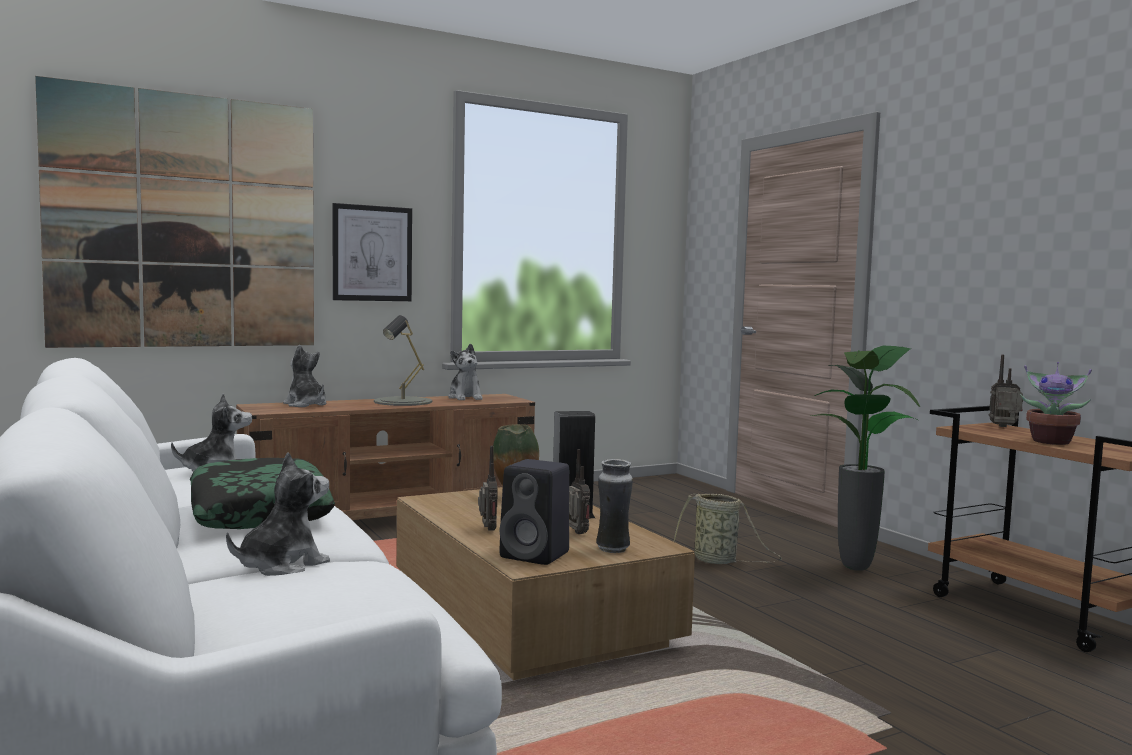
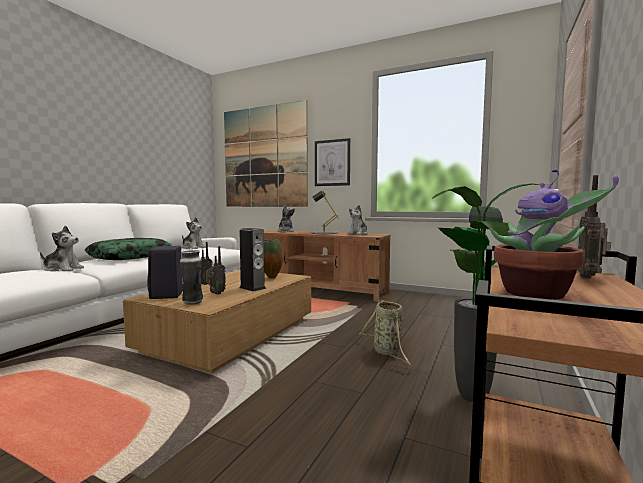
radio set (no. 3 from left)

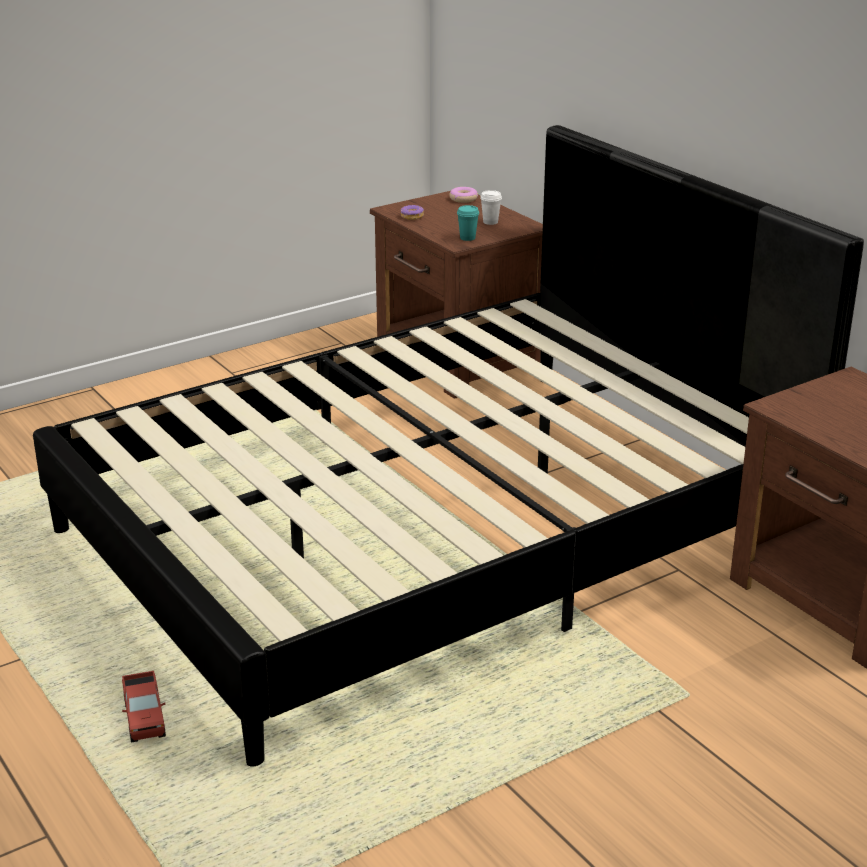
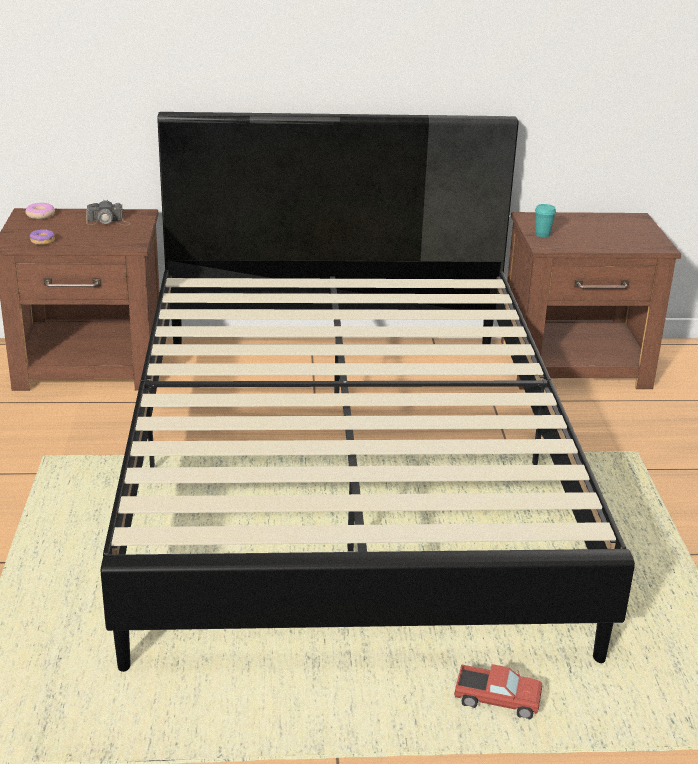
photo camera
turquoise-coloured drinking cup

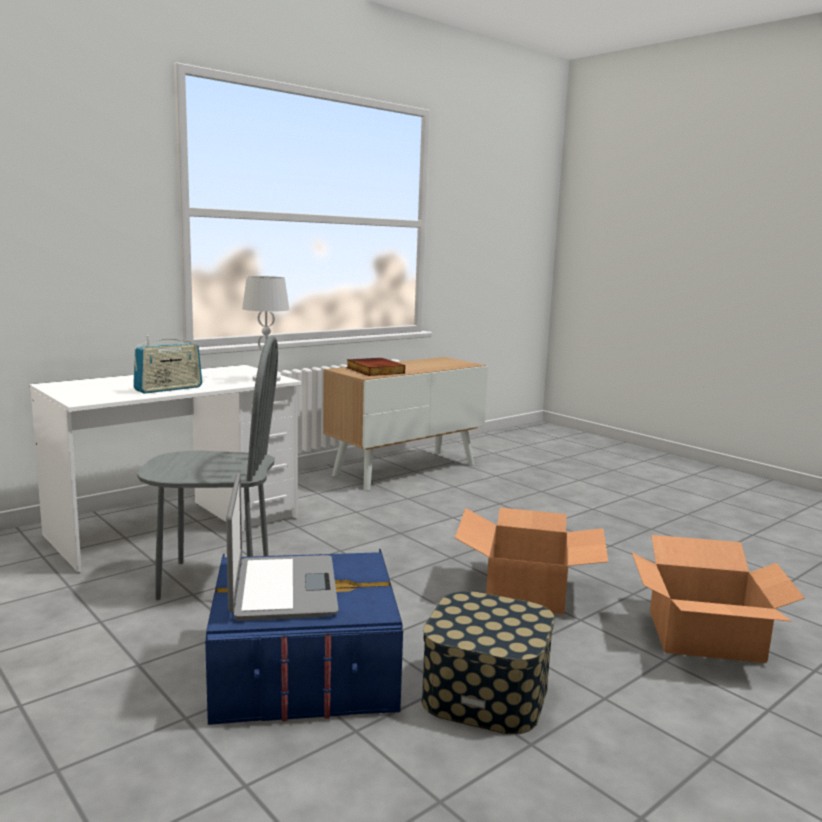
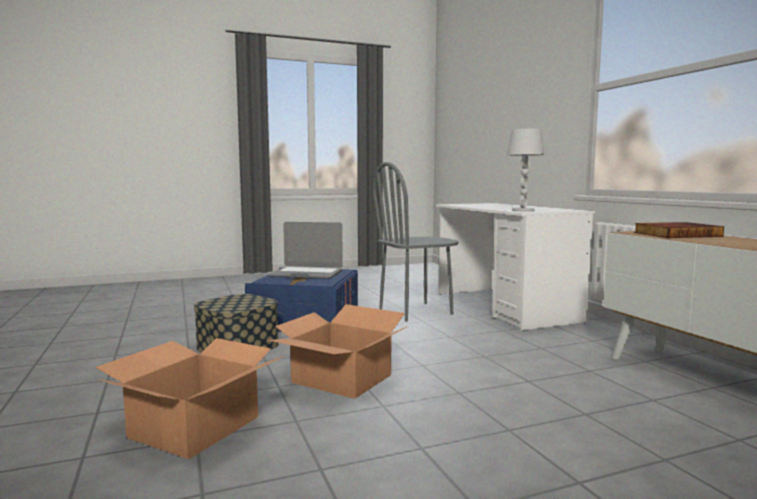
radio set
gray chair

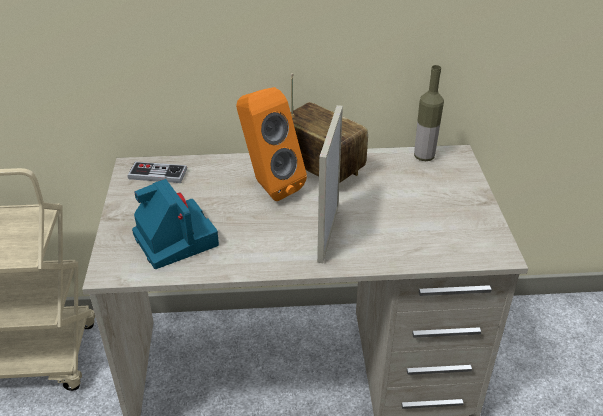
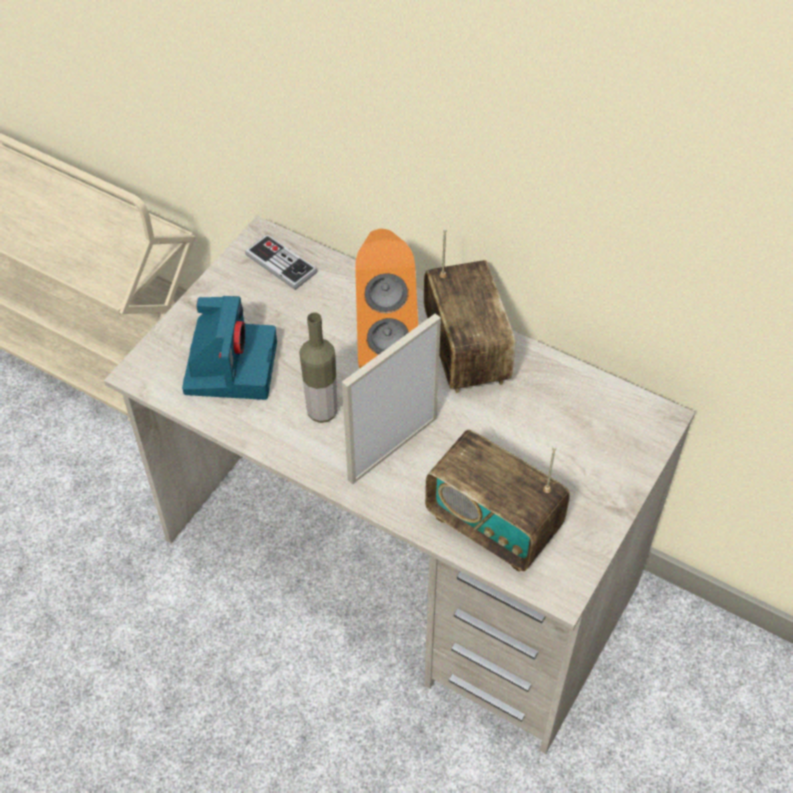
bottle
radio set (no. 2 from left)

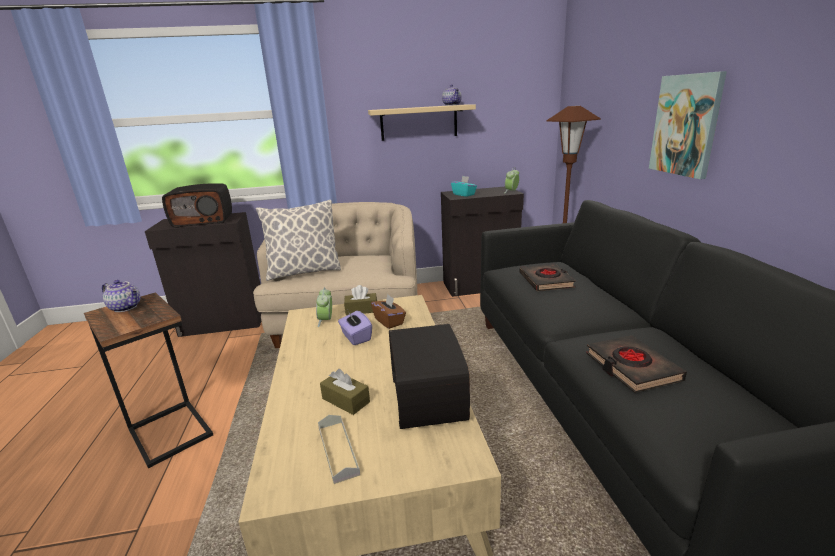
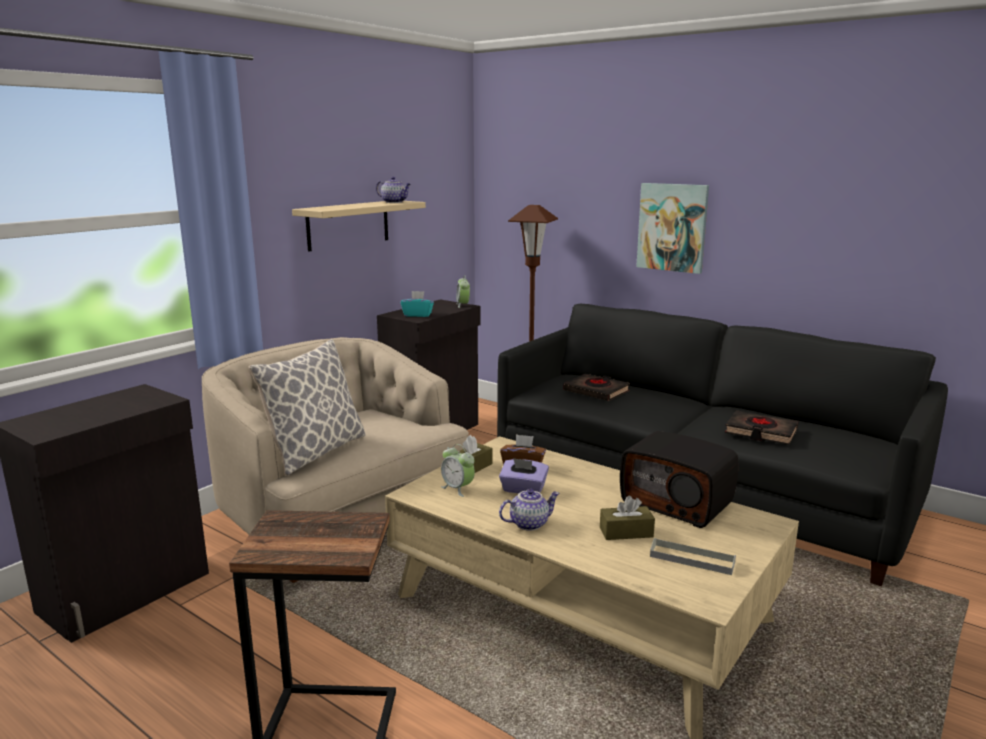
radio set (no. 1 from left in the first image)
tea pot (no. 2 from left)

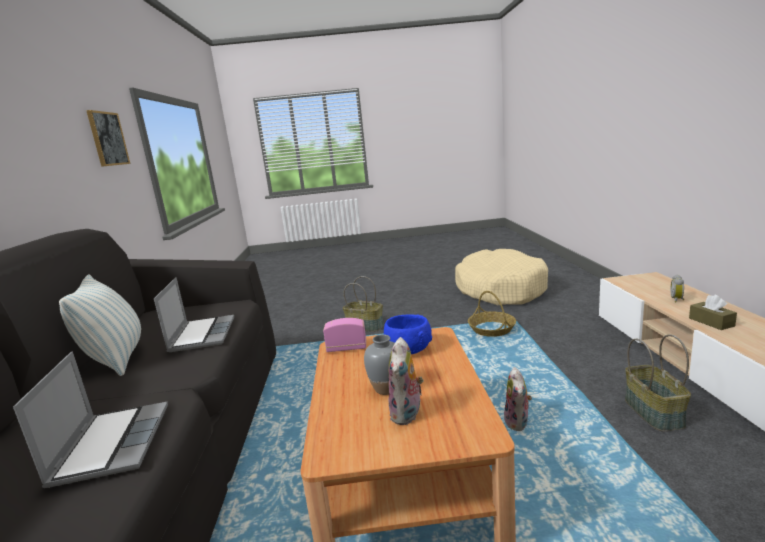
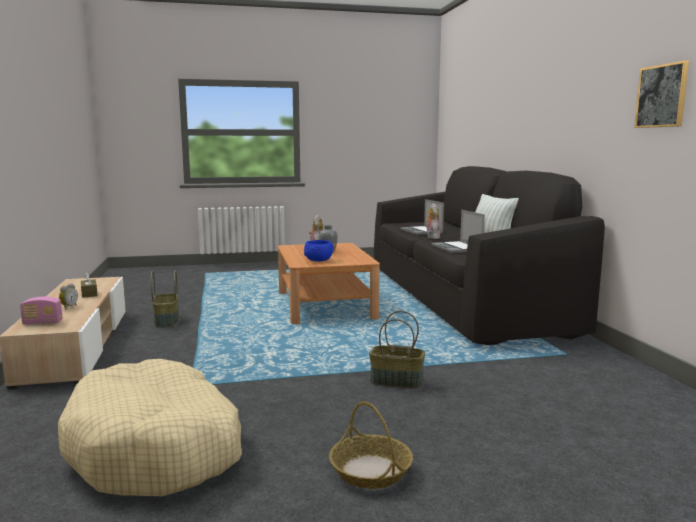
storage basket (no. 2 from left)
radio set
soft toy (no. 2 from left)

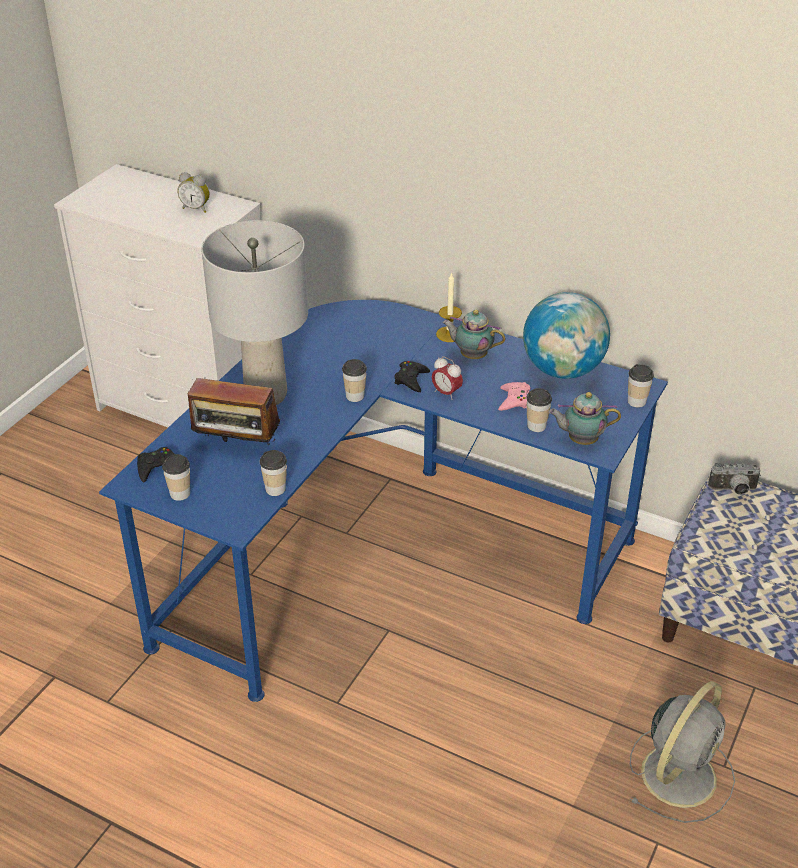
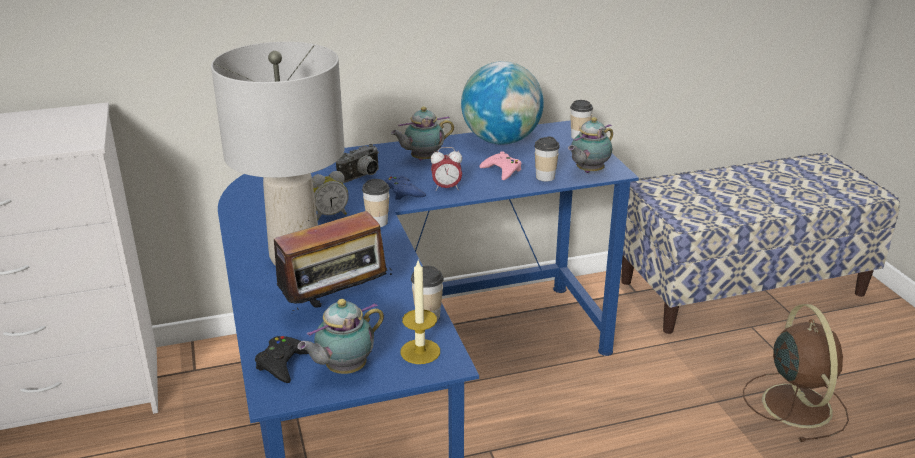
bedside clock (no. 1 from left)
candle
blue joypad
tea pot (no. 1 from left)
photo camera
brown electric fan

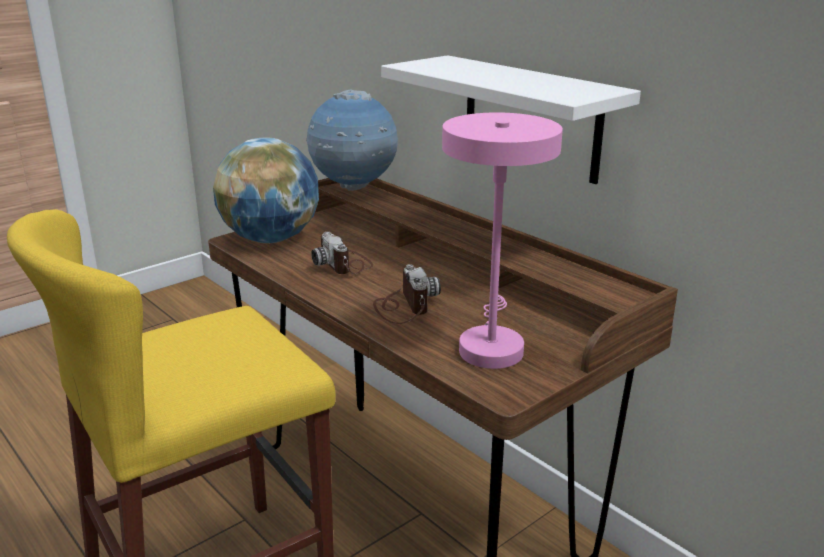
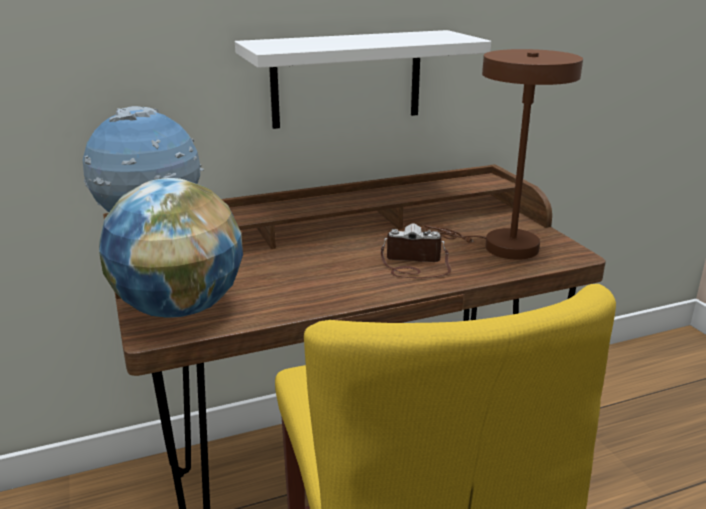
brown tabletop lamp
photo camera (no. 1 from left in the first image)

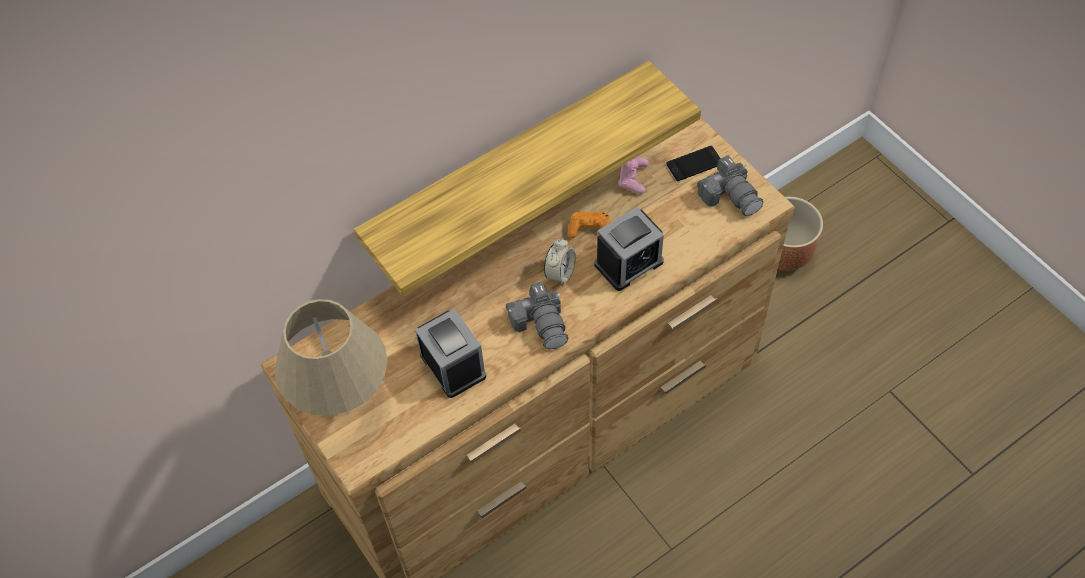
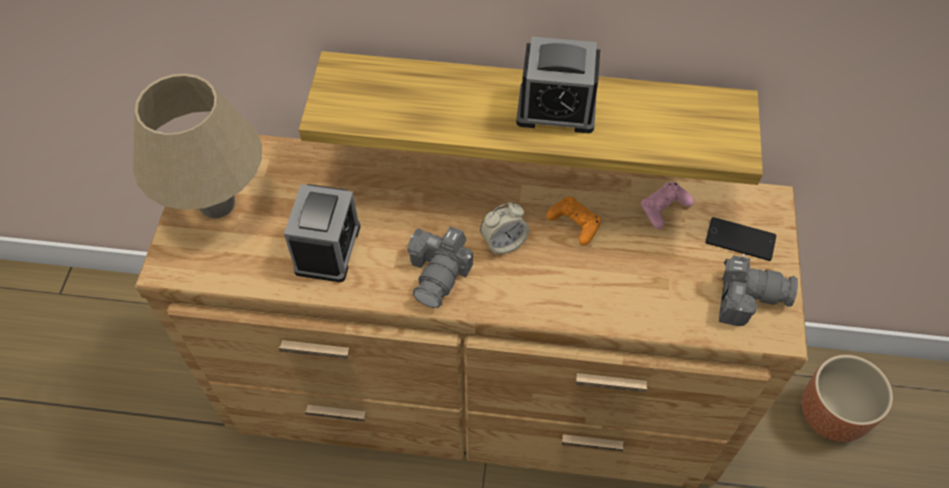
photo camera (no. 2 from left)
bedside clock (no. 3 from left)

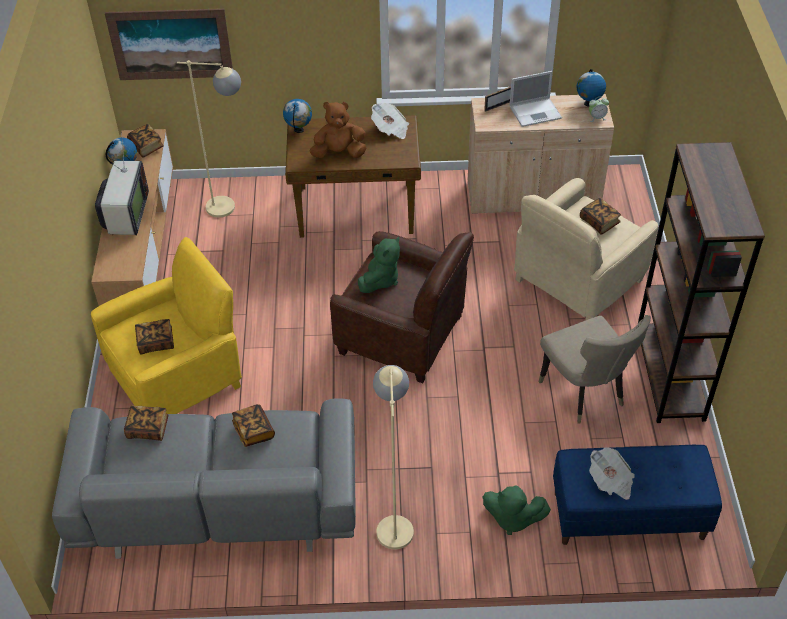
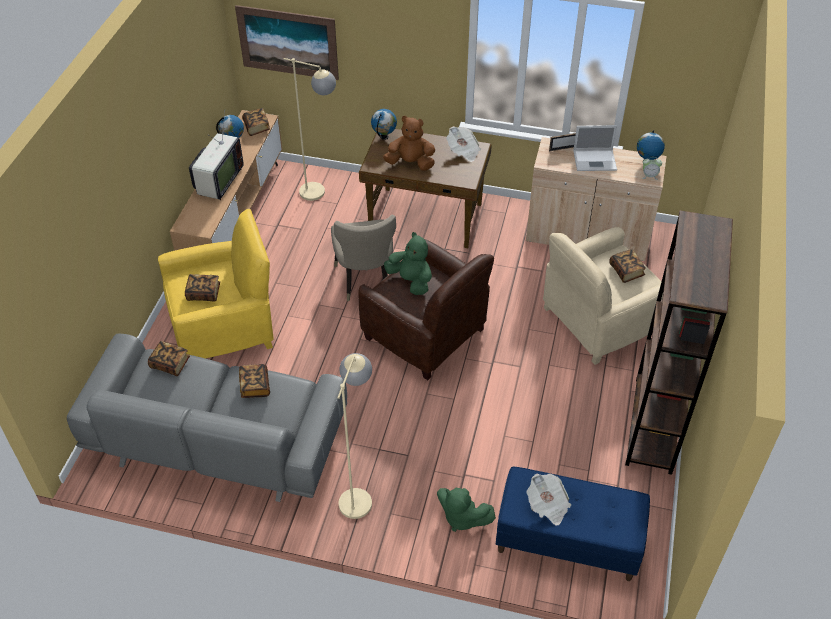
greenish soft toy (no. 1 from left)
beige chair

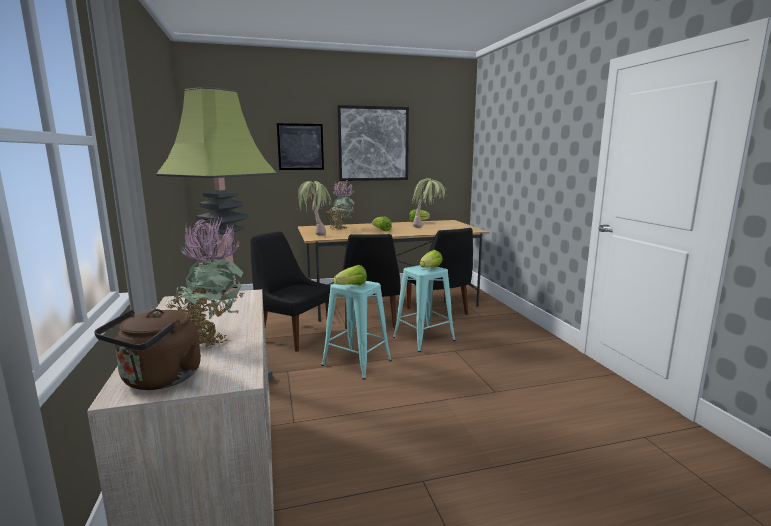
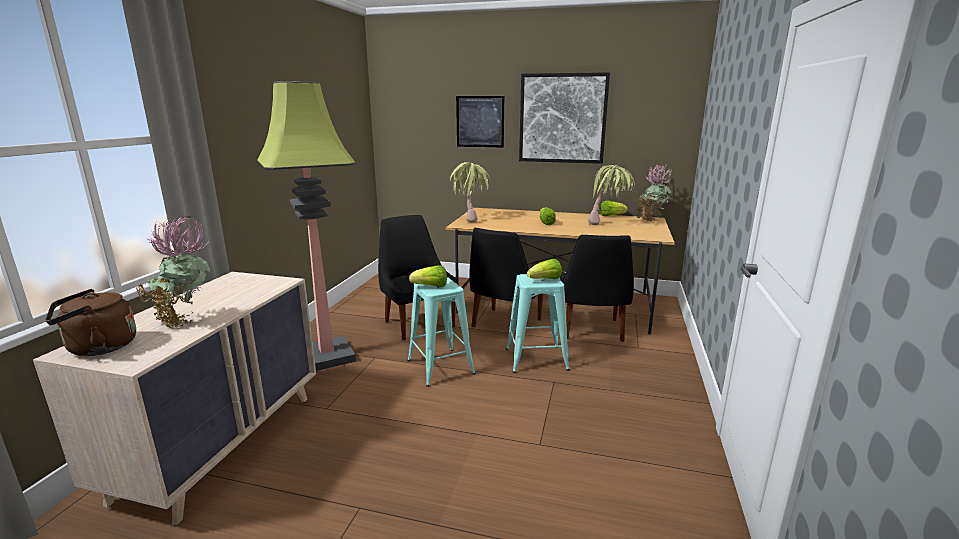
houseplant (no. 4 from left)

